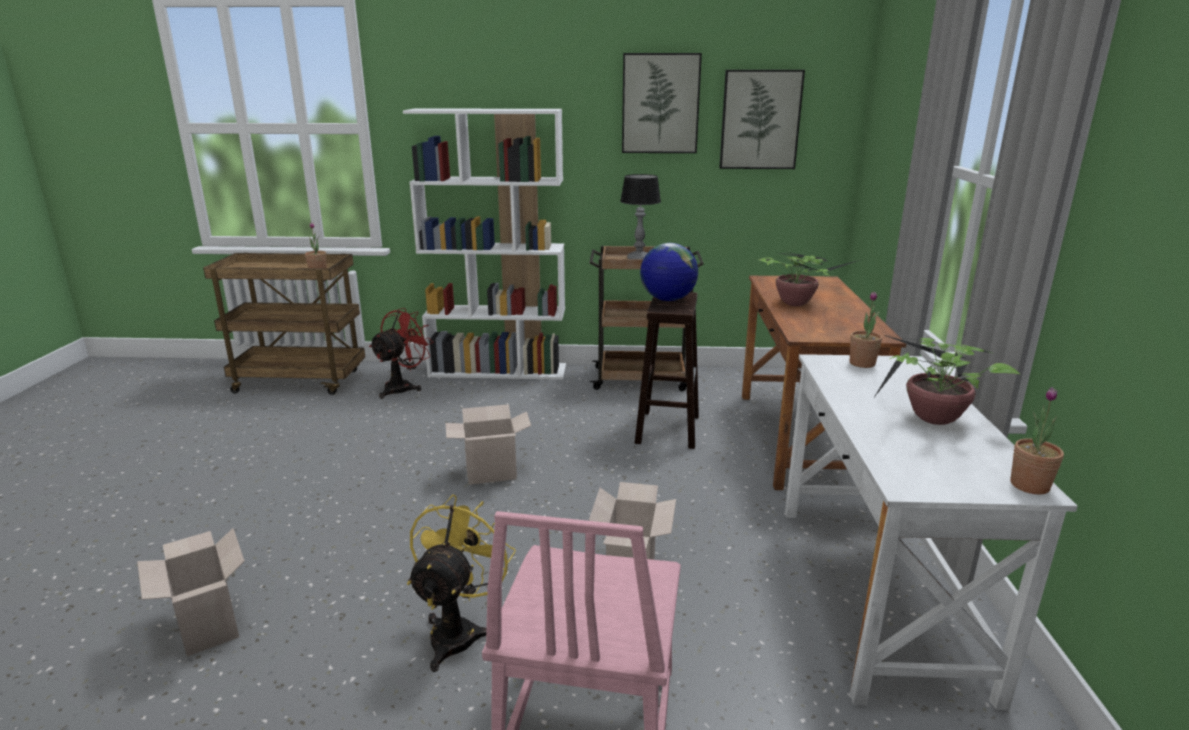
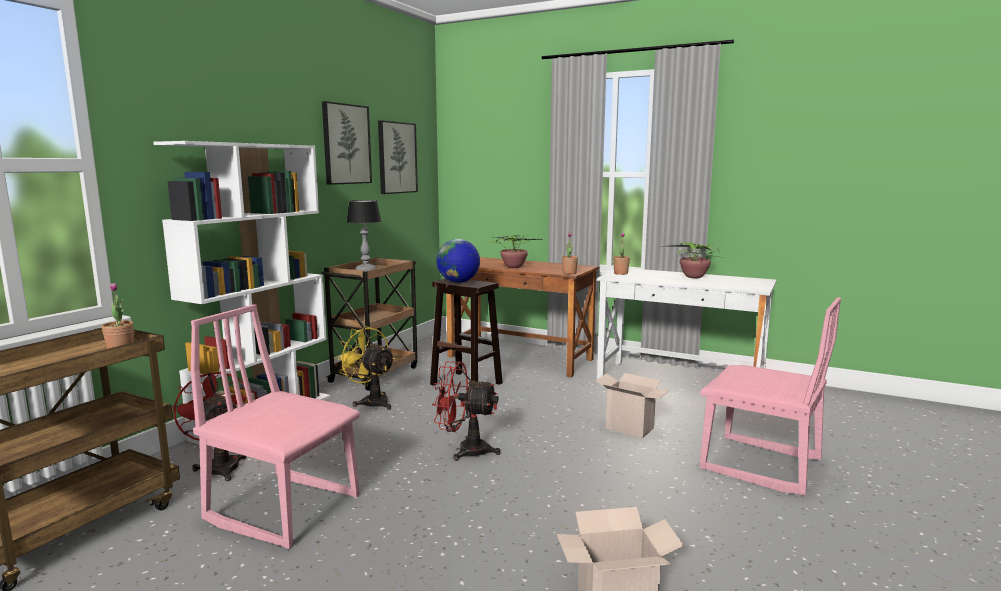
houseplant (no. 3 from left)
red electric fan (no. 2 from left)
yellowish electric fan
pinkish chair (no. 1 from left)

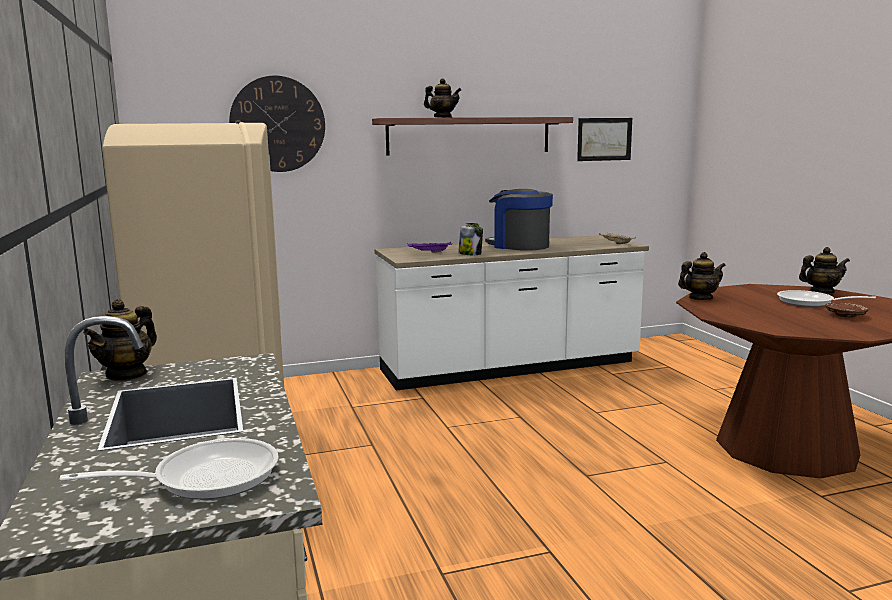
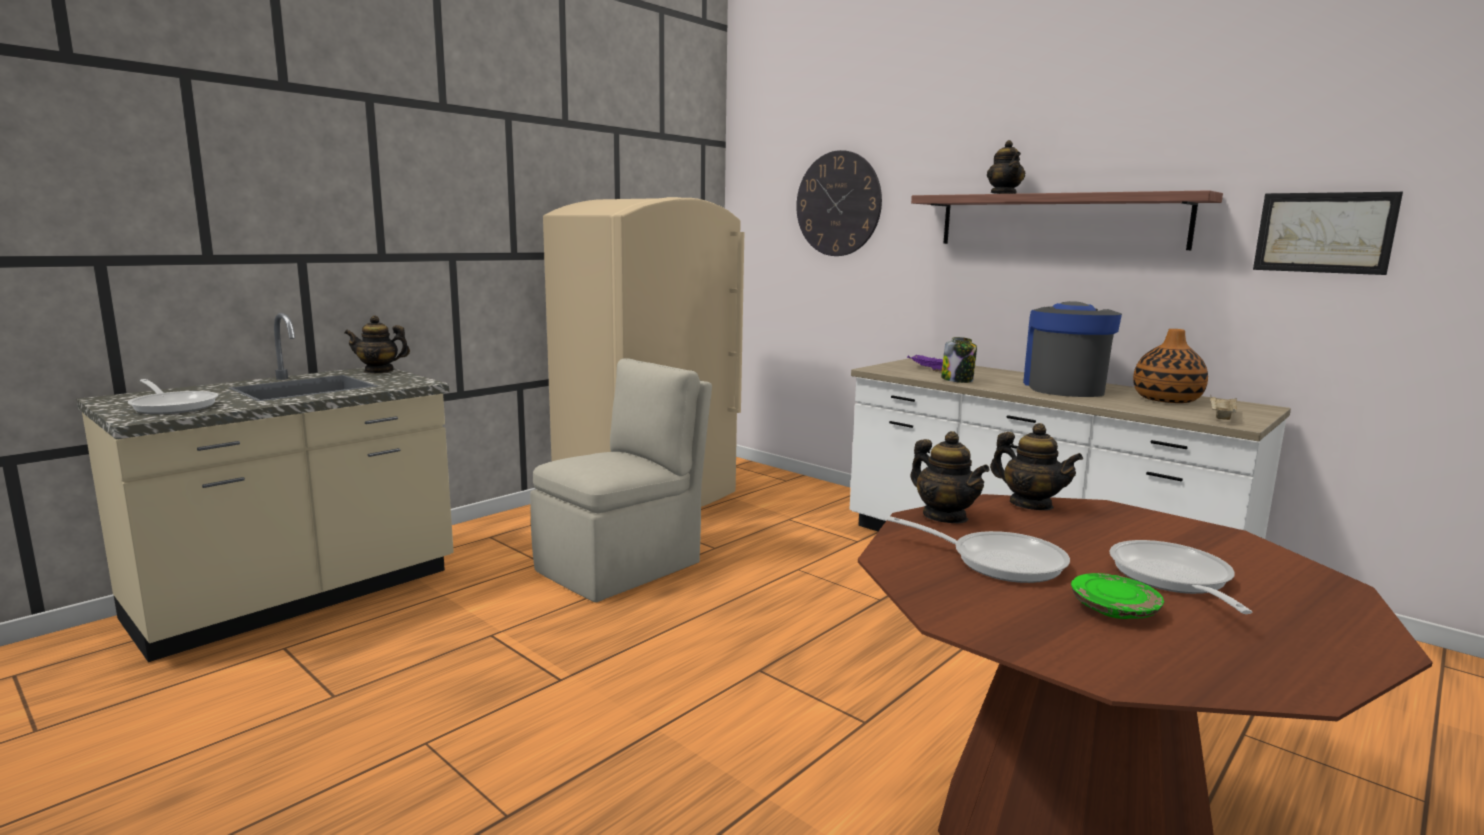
tea pot (no. 2 from left)
greenish dinner plate
flower vase
beige chair
pan (no. 2 from left)

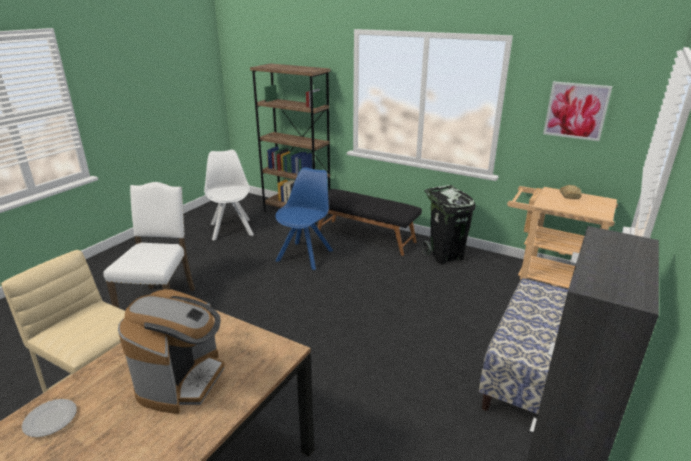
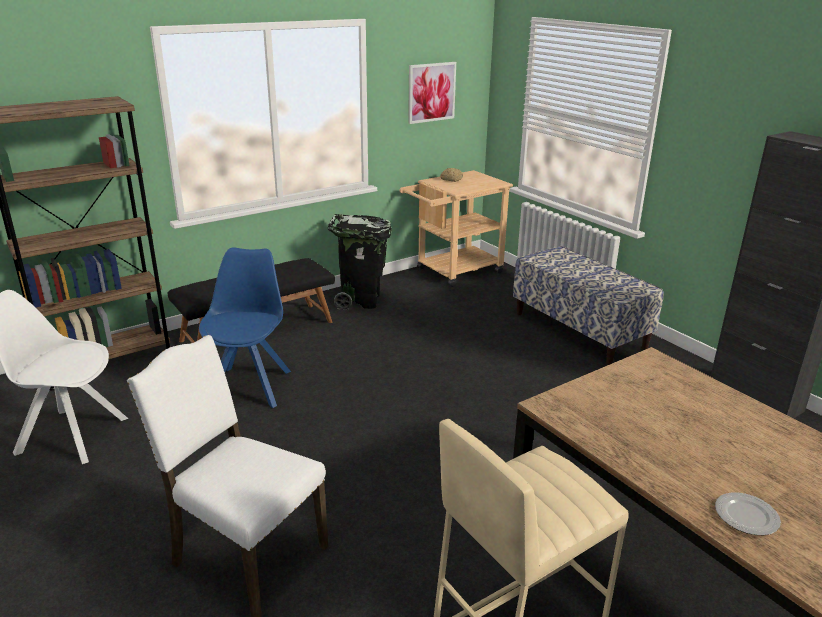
blue chair
coffee brewer

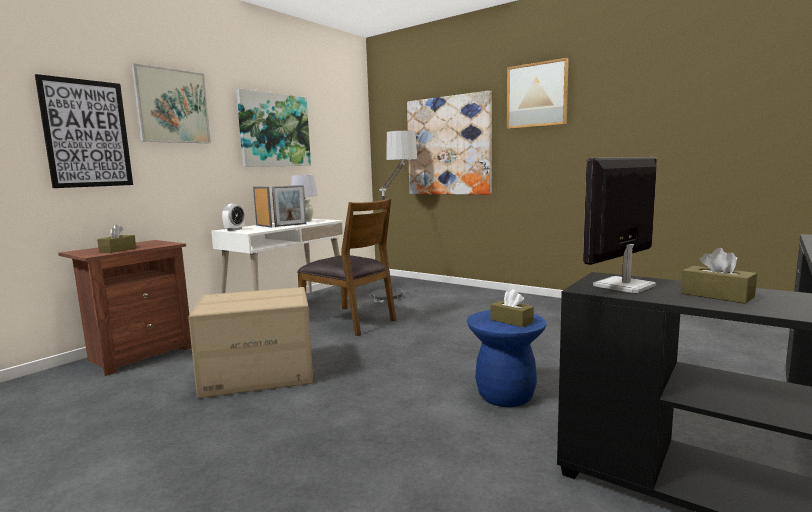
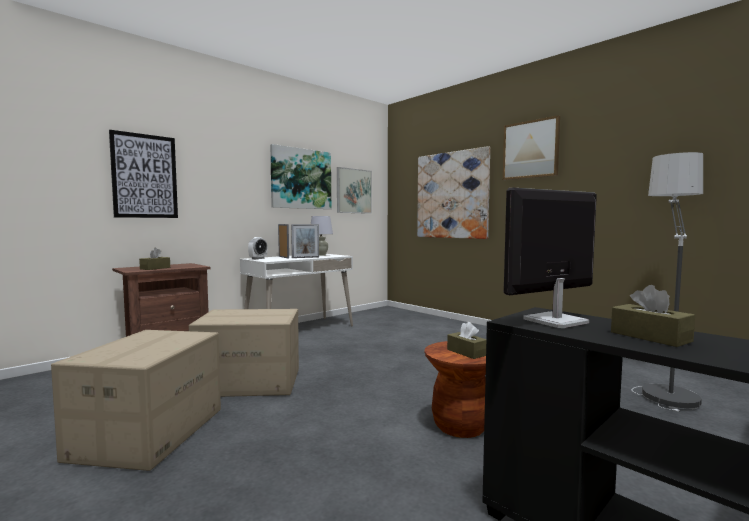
wall picture (no. 3 from left)
standing lamp
brown chair
brown stool
carton (no. 1 from left)

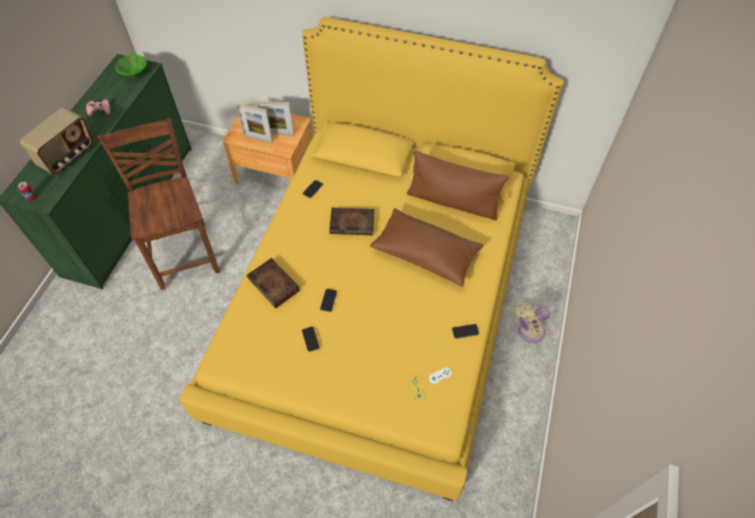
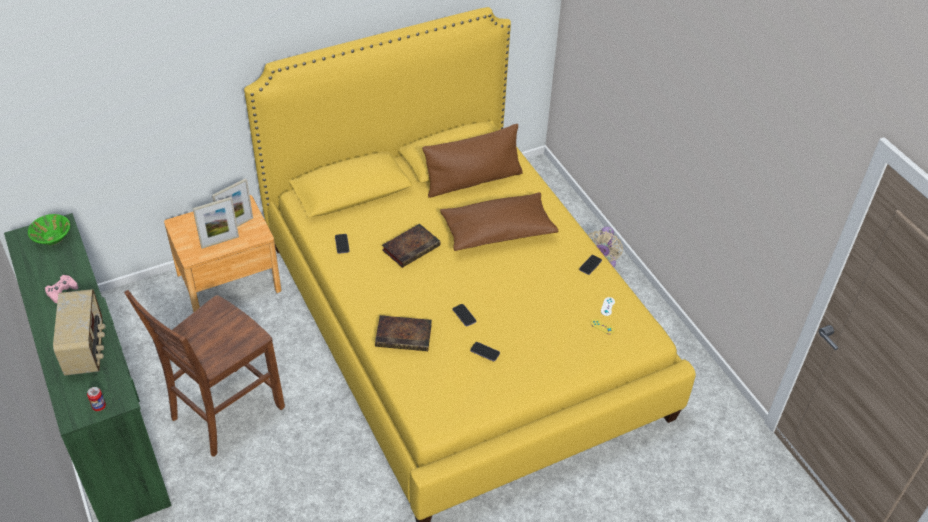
brown chair

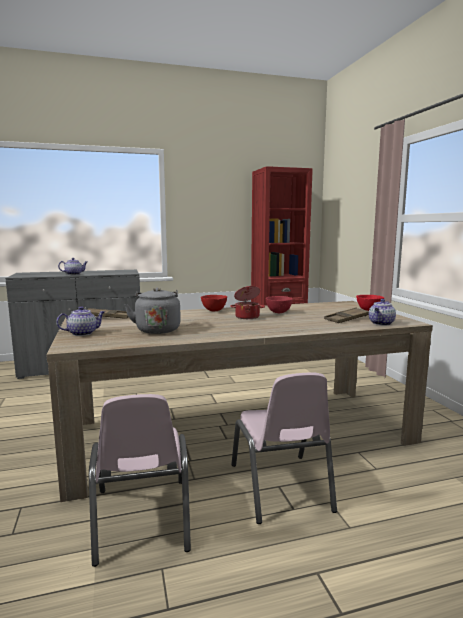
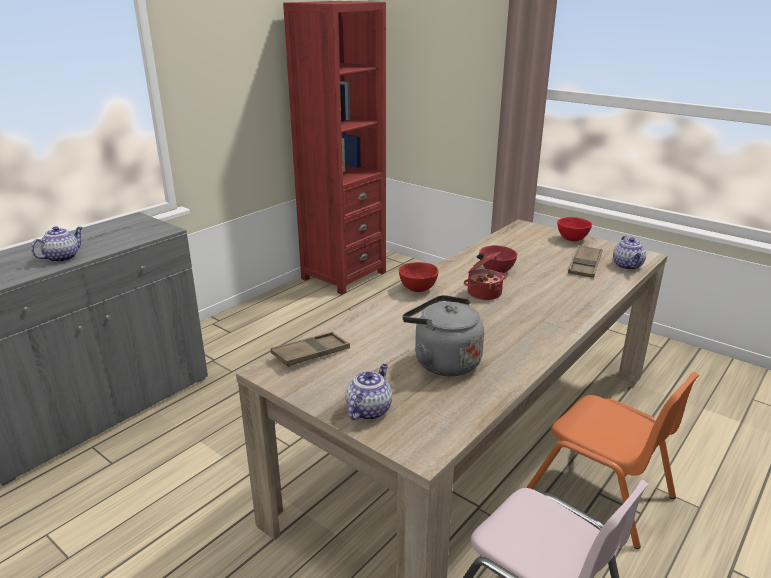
orange chair

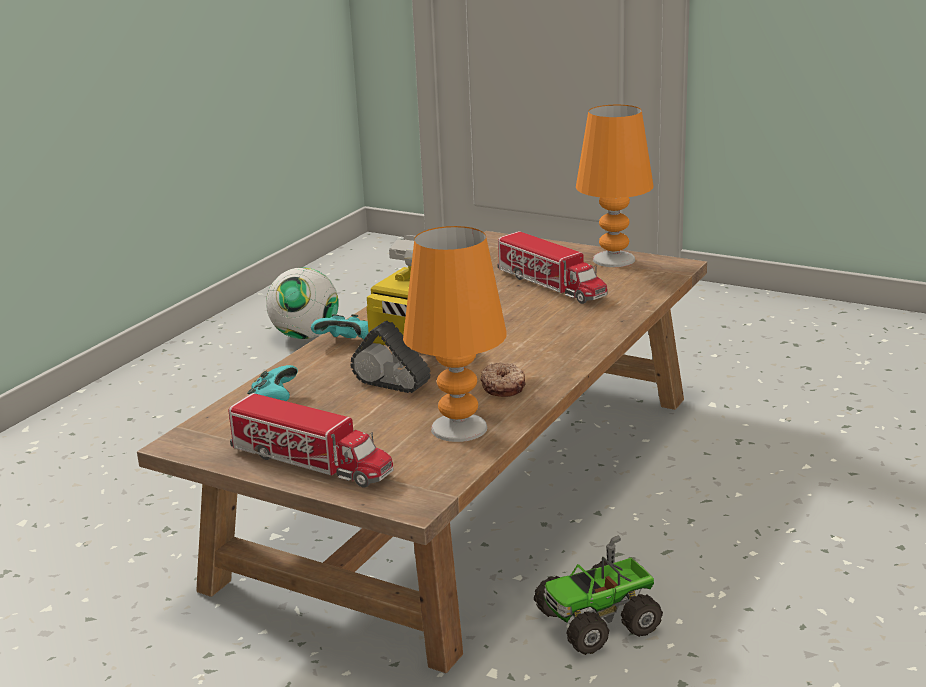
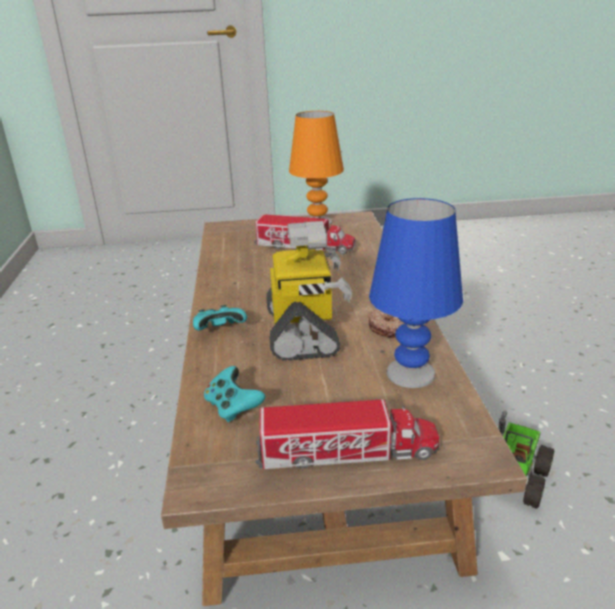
blue tabletop lamp
football ball

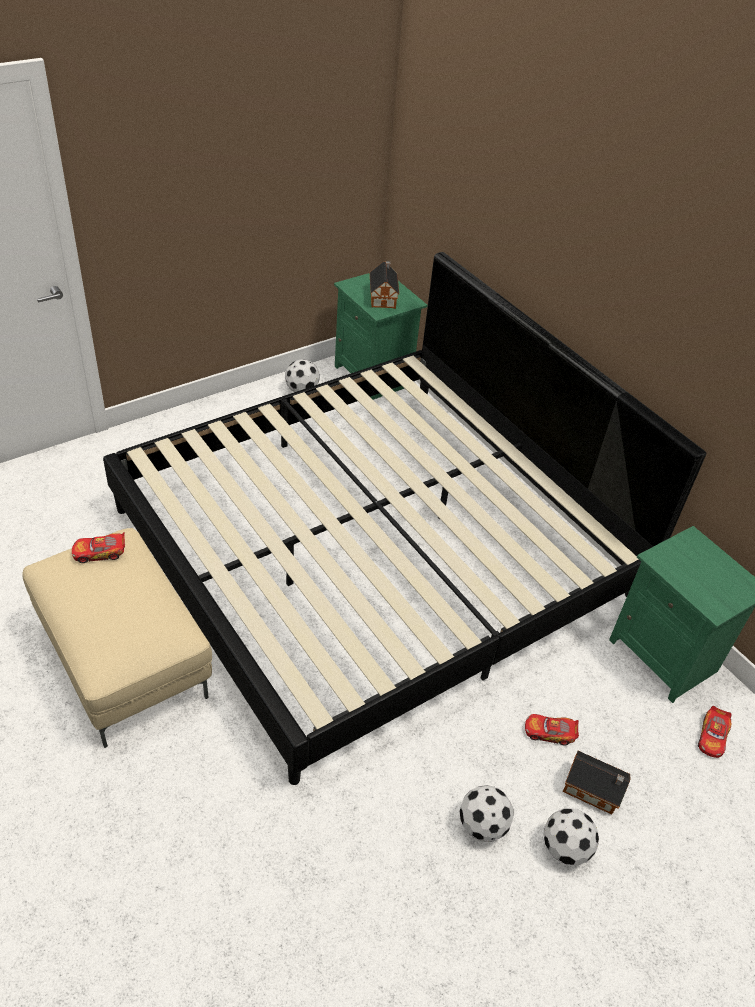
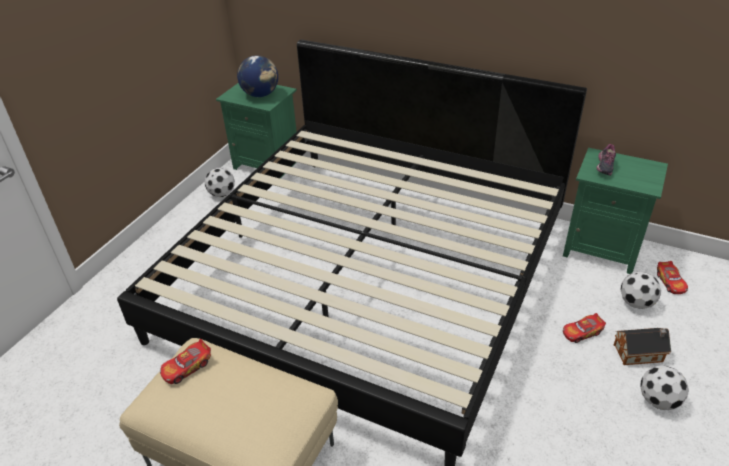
desk globe
football ball (no. 2 from left)
shoe

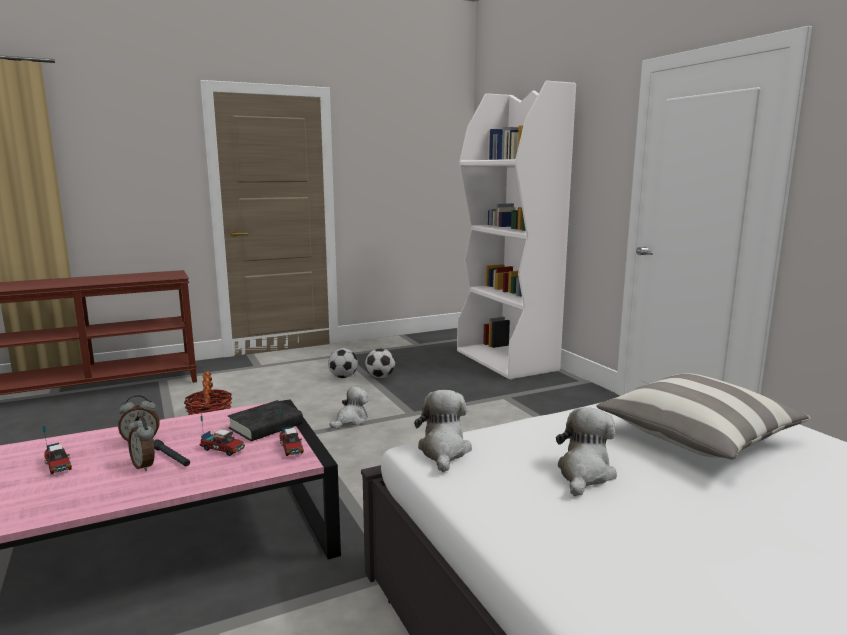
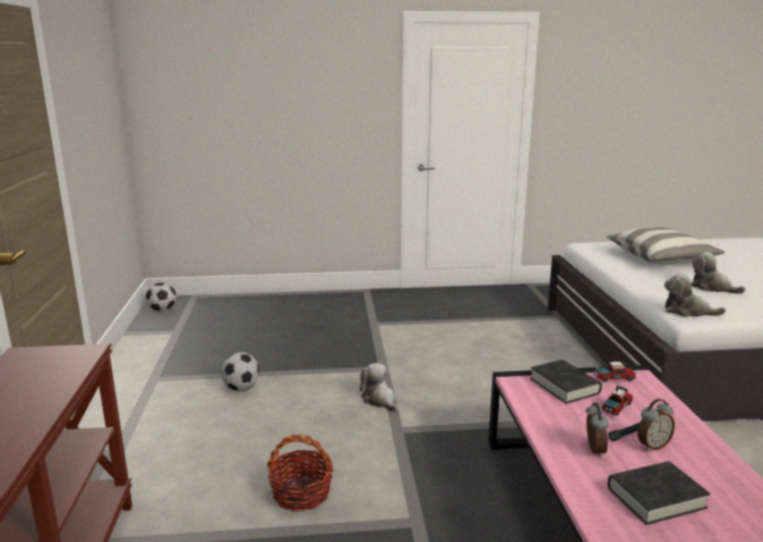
white-coloured bookcase
football ball (no. 1 from left)
black-coloured bound book (no. 2 from left)

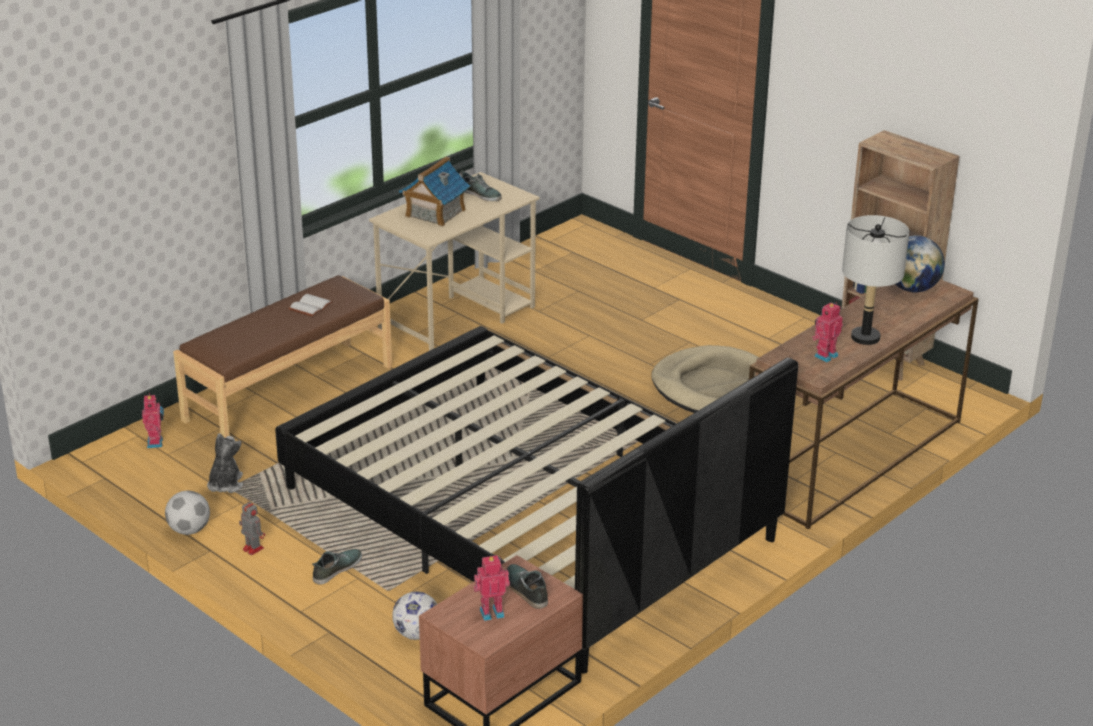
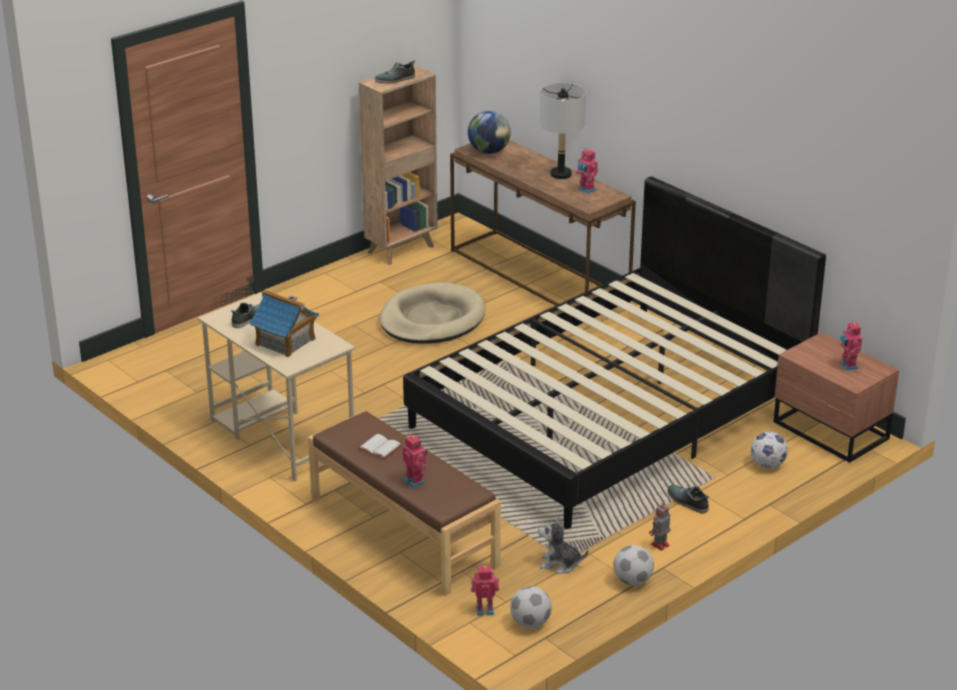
shoe (no. 2 from left)
robot figure (no. 1 from left)
football ball (no. 1 from left)

